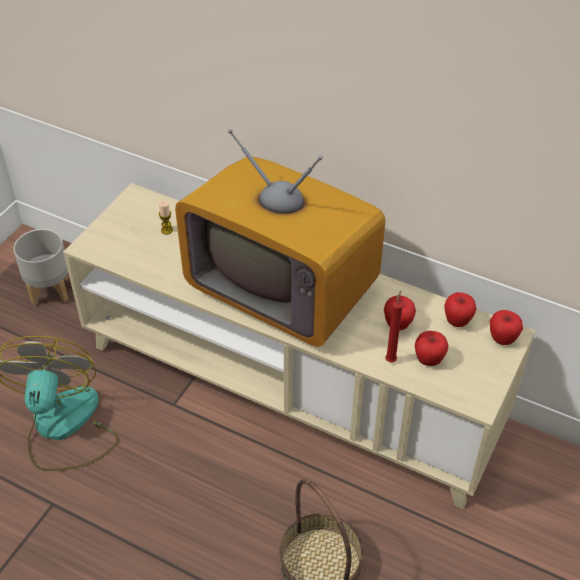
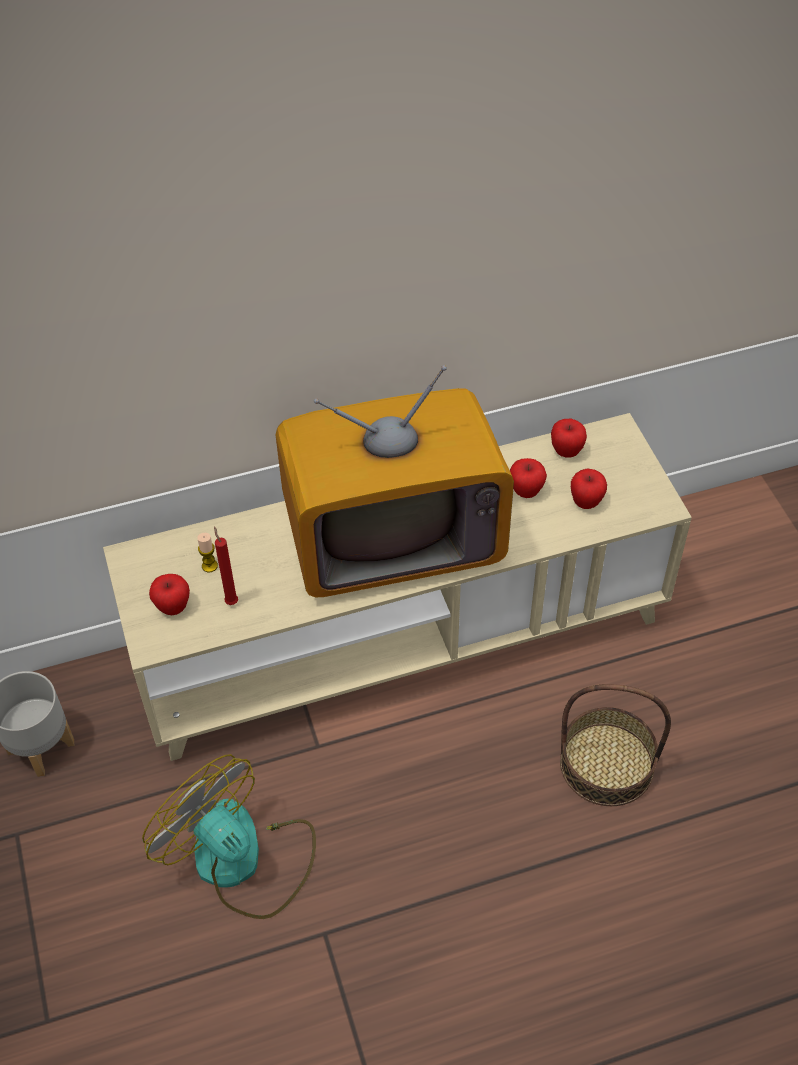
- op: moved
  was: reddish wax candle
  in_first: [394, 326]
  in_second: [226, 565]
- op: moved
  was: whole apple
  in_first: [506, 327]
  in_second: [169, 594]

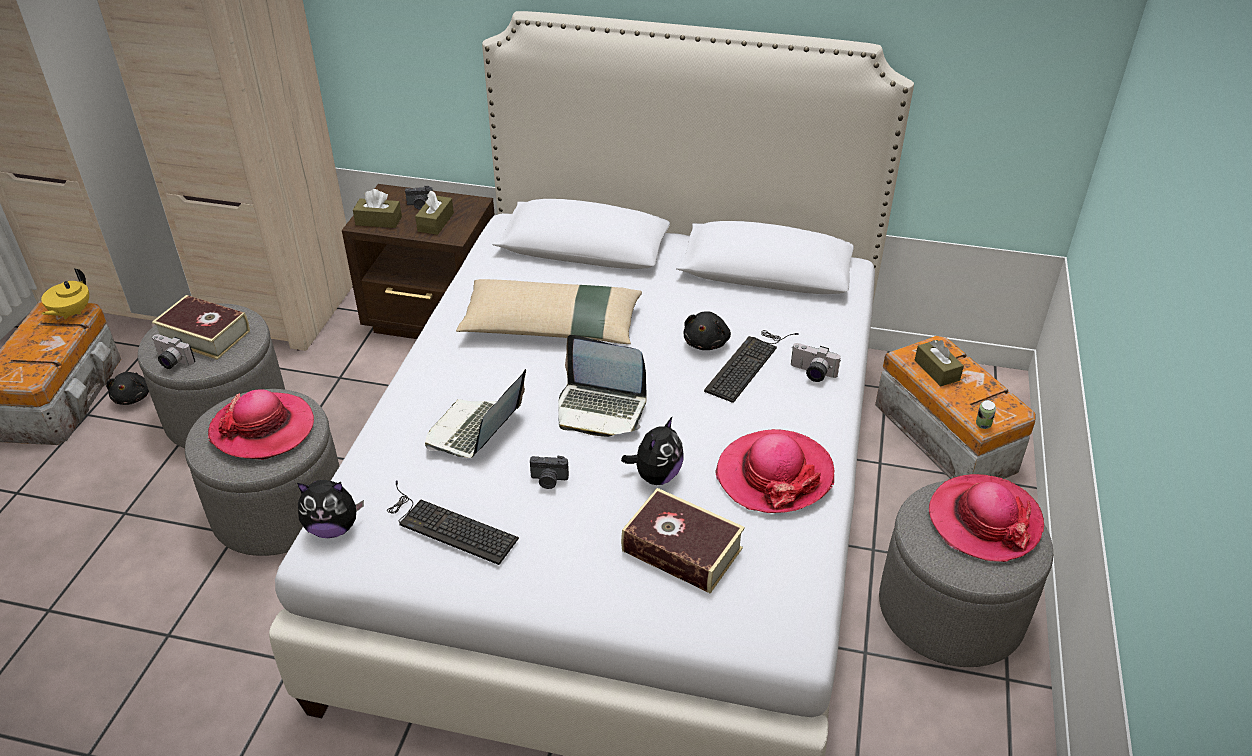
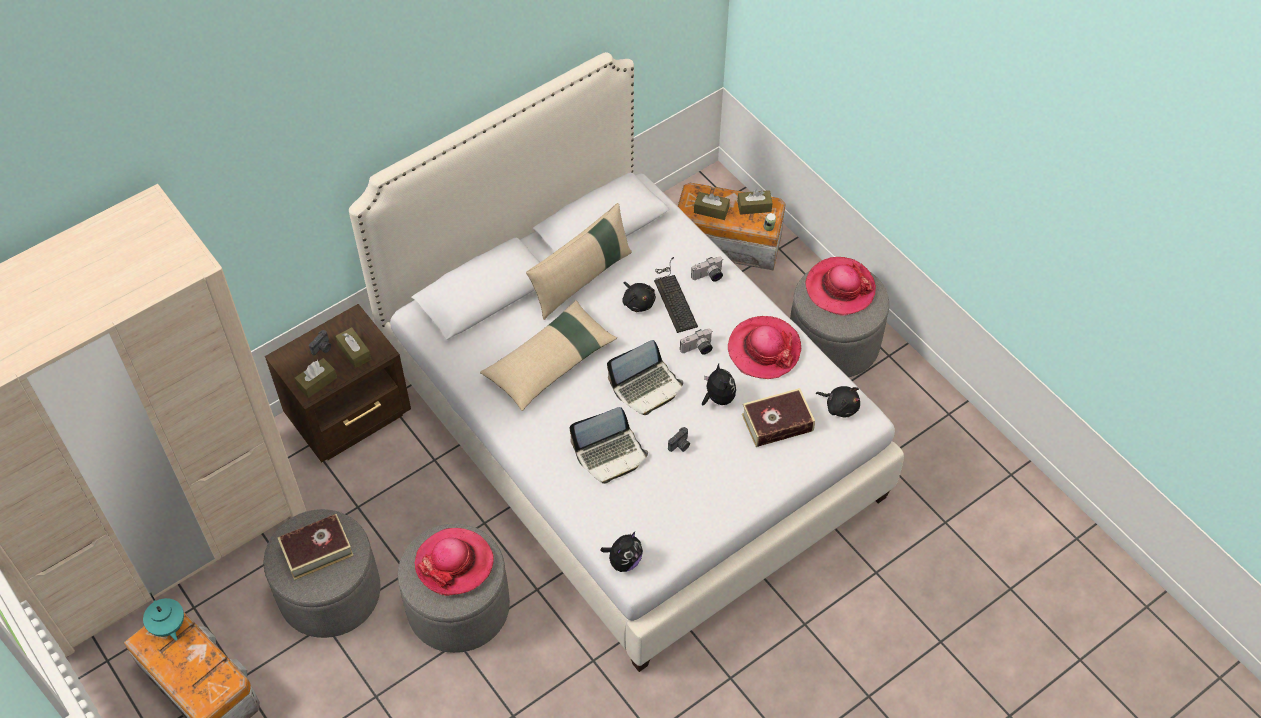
- op: recoloured
  was: yellowish teapot
  now: turquoise-coloured teapot
  in_first: [65, 294]
  in_second: [163, 617]
- op: moved
  was: blackish soft toy
  in_first: [127, 388]
  in_second: [838, 401]
- op: moved
  was: photo camera
  in_first: [173, 351]
  in_second: [696, 342]
- op: removed
  was: computer keyboard
  in_first: [453, 523]
- op: turned
  was: notebook computer
  in_first: [475, 413]
  in_second: [608, 445]
  clockwise: -90
- op: added
  now: sand-coloured throw pillow
  in_second: [579, 261]
- op: added
  now: brown-coloured tissue box
  in_second: [755, 202]

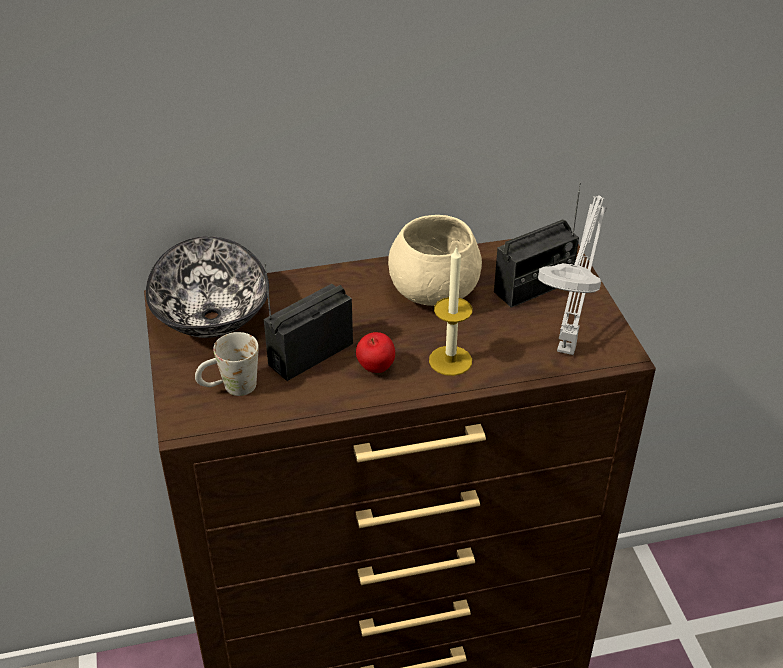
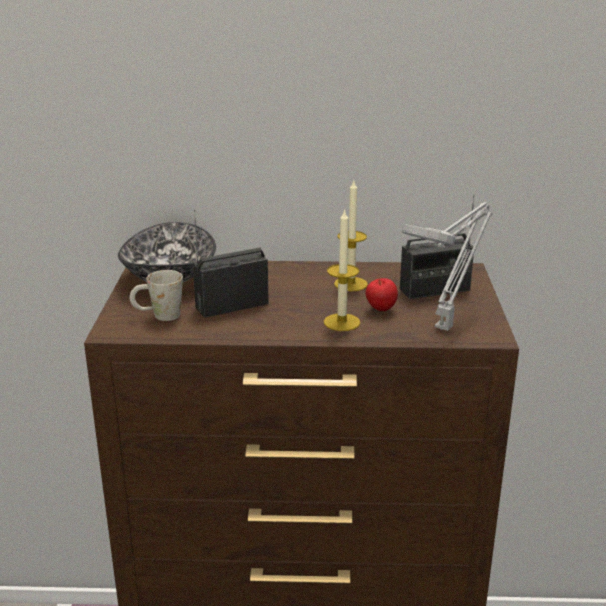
- op: moved
  was: whole apple
  in_first: [375, 352]
  in_second: [381, 294]
- op: replaced
  was: sand-coloured bowl
  now: wax candle
  in_first: [435, 260]
  in_second: [351, 236]

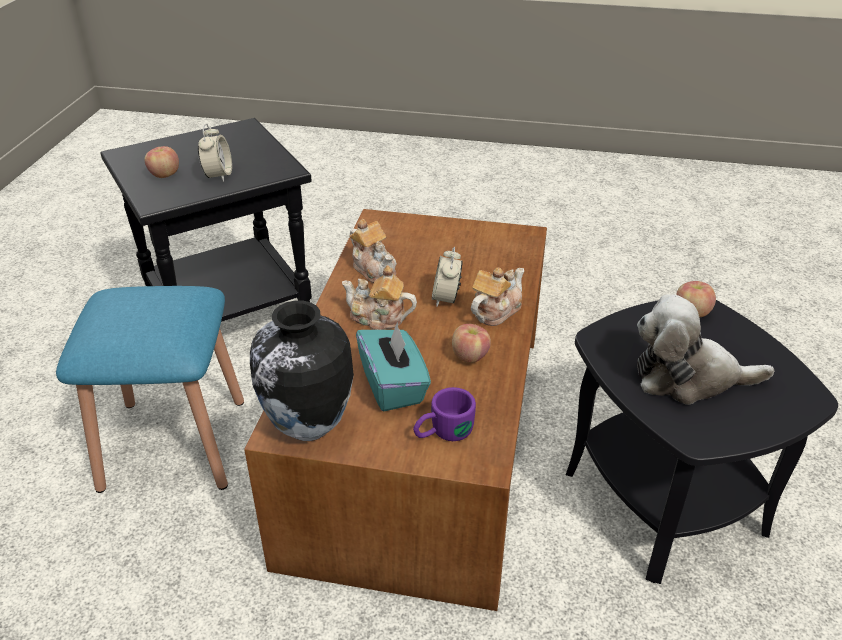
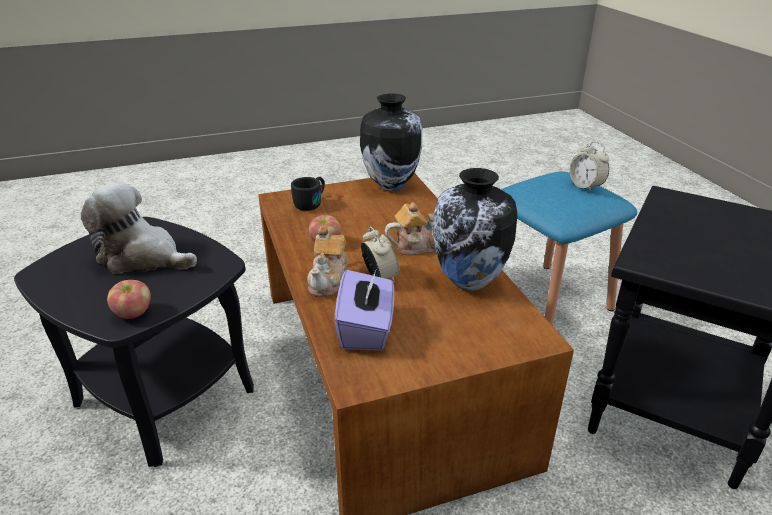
- op: removed
  was: whole apple
  in_first: [162, 162]
- op: moved
  was: bedside clock
  in_first: [215, 153]
  in_second: [589, 166]
- op: replaced
  was: teapot
  now: decorative vase
  in_first: [373, 251]
  in_second: [475, 229]
- op: removed
  was: turquoise-coloured tissue box
  in_first: [393, 367]
- op: recoloured
  was: purplish mug
  now: blackish mug
  in_first: [444, 414]
  in_second: [308, 194]
- op: turned
  was: soft toy
  in_first: [705, 349]
  in_second: [139, 228]
  clockwise: -135
- op: added
  now: purplish tissue box
  in_second: [364, 310]

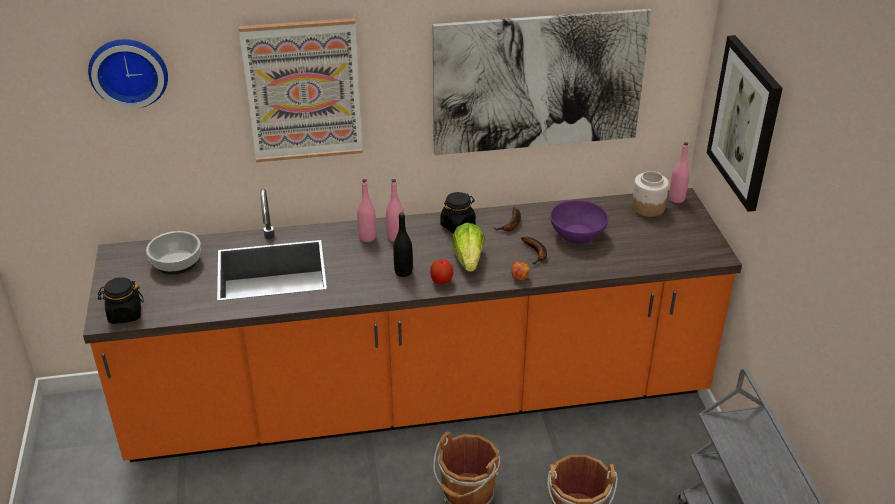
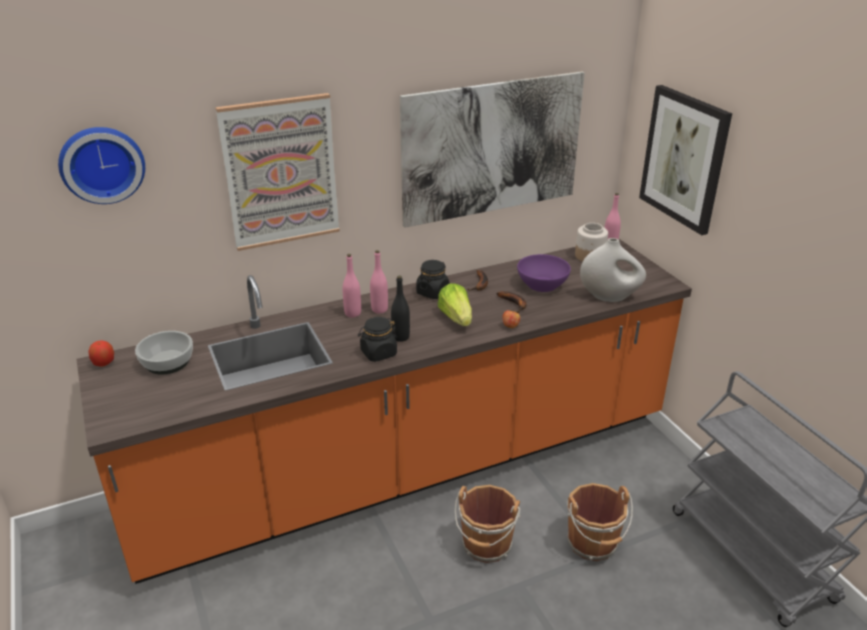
- op: moved
  was: blackish storage jar
  in_first: [121, 300]
  in_second: [377, 339]
- op: moved
  was: whole apple
  in_first: [442, 272]
  in_second: [101, 353]
- op: added
  now: white decorative vase
  in_second: [613, 270]

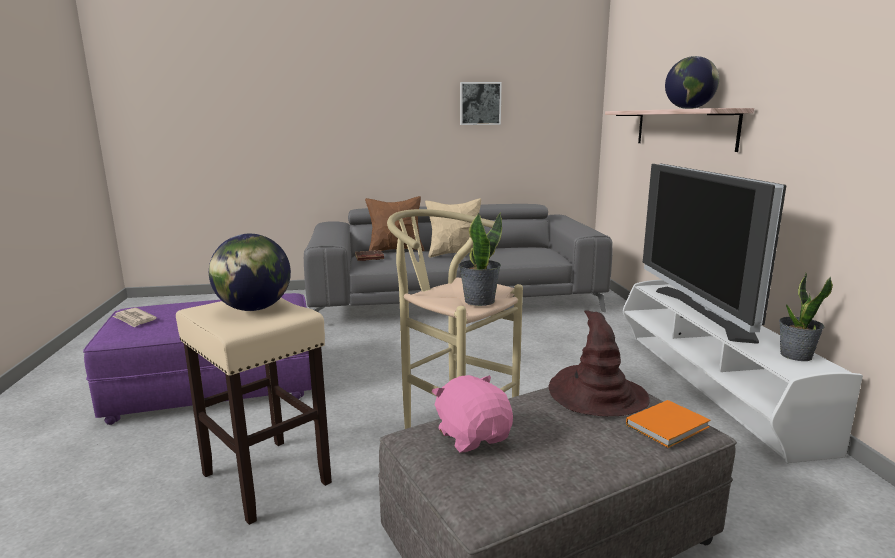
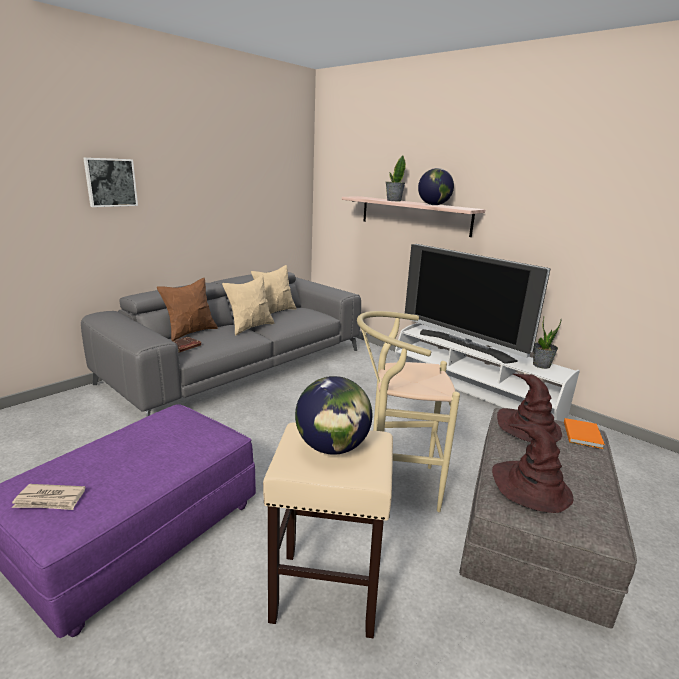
- op: replaced
  was: pink-coloured soft toy
  now: brown-coloured wearable hat
  in_first: [472, 413]
  in_second: [532, 468]
- op: moved
  was: houseplant
  in_first: [480, 259]
  in_second: [396, 178]
- op: moved
  was: wall picture
  in_first: [481, 103]
  in_second: [110, 182]
- op: added
  now: sand-coloured throw pillow
  in_second: [274, 289]

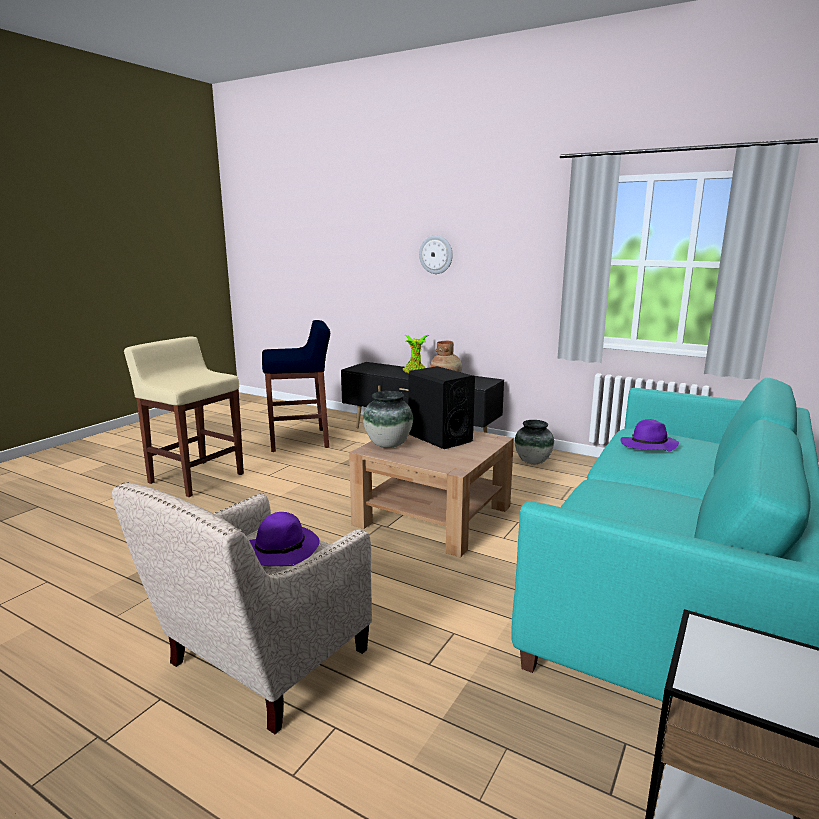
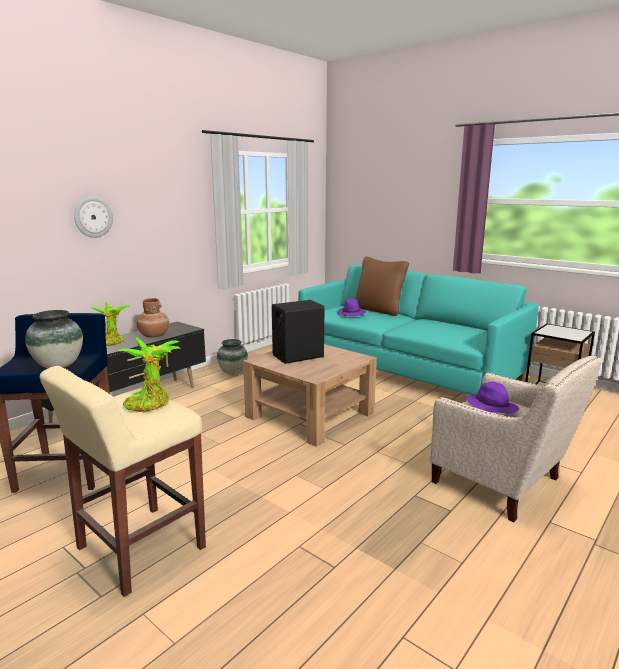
- op: moved
  was: decorative vase
  in_first: [388, 419]
  in_second: [54, 339]
- op: added
  now: houseplant
  in_second: [149, 374]
- op: added
  now: brown-coloured throw pillow
  in_second: [381, 286]

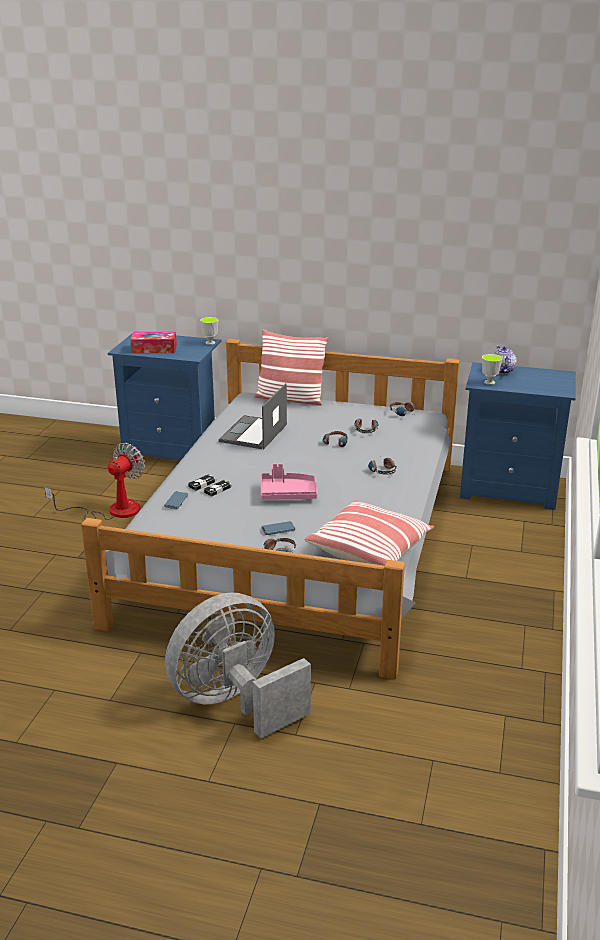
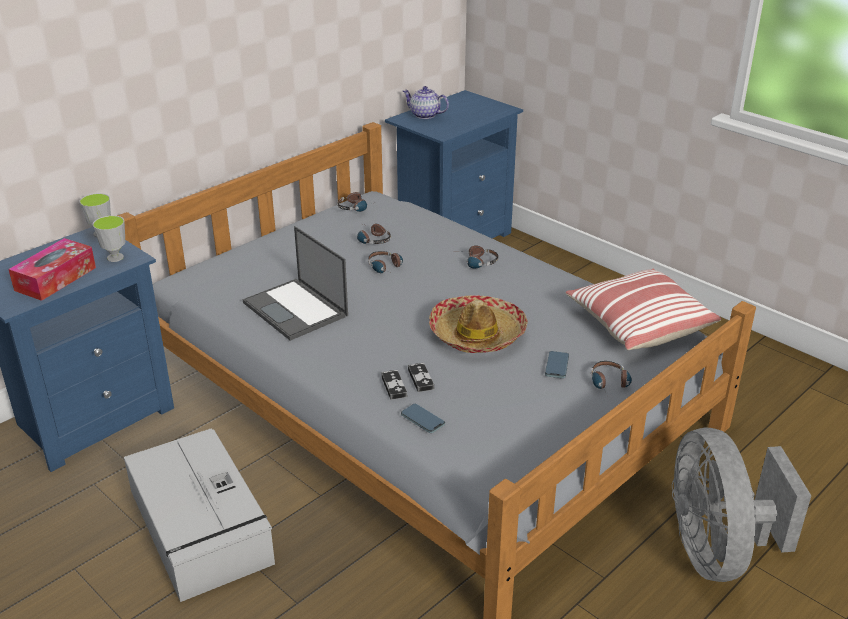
- op: replaced
  was: fan
  now: grey storage box
  in_first: [95, 481]
  in_second: [199, 515]
- op: removed
  was: throw pillow
  in_first: [291, 367]
- op: replaced
  was: pink-coloured carrying tray
  now: wearable hat
  in_first: [289, 482]
  in_second: [478, 324]
- op: moved
  was: small cup
  in_first: [492, 369]
  in_second: [109, 238]

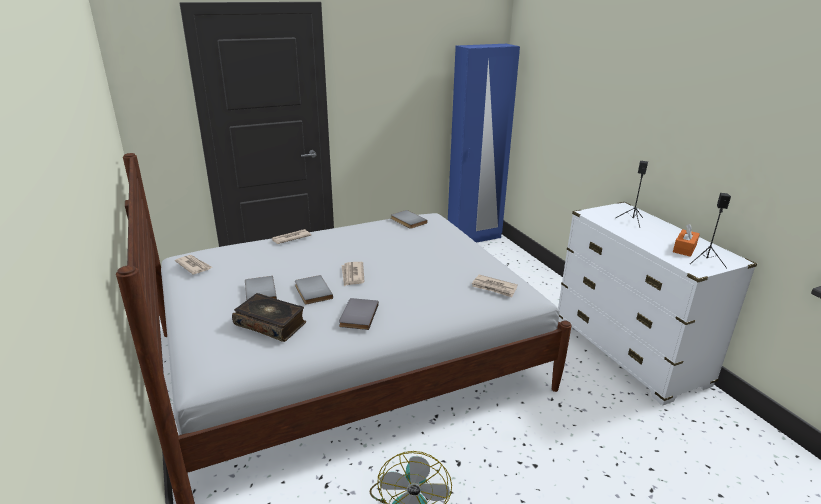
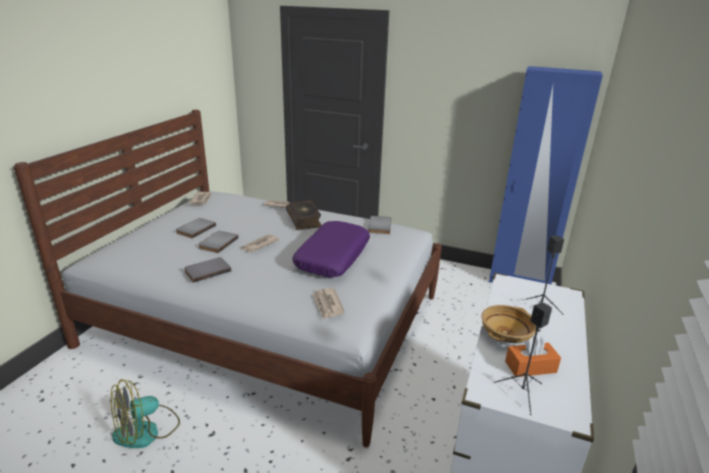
- op: moved
  was: book
  in_first: [269, 317]
  in_second: [304, 215]
- op: added
  now: purplish throw pillow
  in_second: [331, 249]
- op: added
  now: sand-coloured bowl
  in_second: [508, 324]

